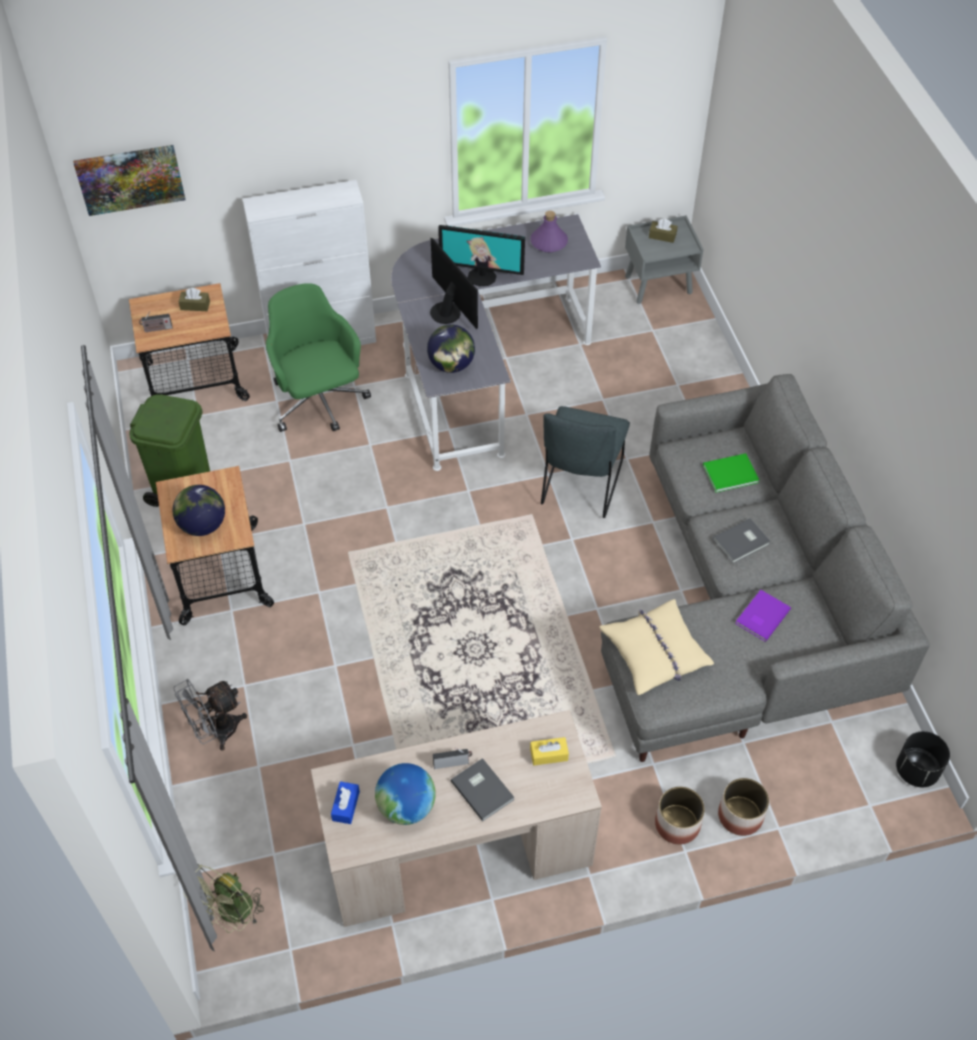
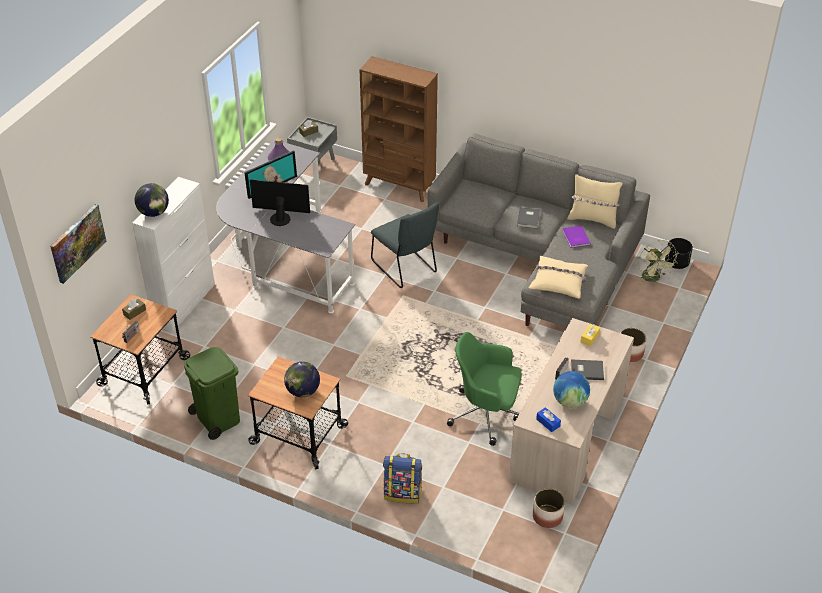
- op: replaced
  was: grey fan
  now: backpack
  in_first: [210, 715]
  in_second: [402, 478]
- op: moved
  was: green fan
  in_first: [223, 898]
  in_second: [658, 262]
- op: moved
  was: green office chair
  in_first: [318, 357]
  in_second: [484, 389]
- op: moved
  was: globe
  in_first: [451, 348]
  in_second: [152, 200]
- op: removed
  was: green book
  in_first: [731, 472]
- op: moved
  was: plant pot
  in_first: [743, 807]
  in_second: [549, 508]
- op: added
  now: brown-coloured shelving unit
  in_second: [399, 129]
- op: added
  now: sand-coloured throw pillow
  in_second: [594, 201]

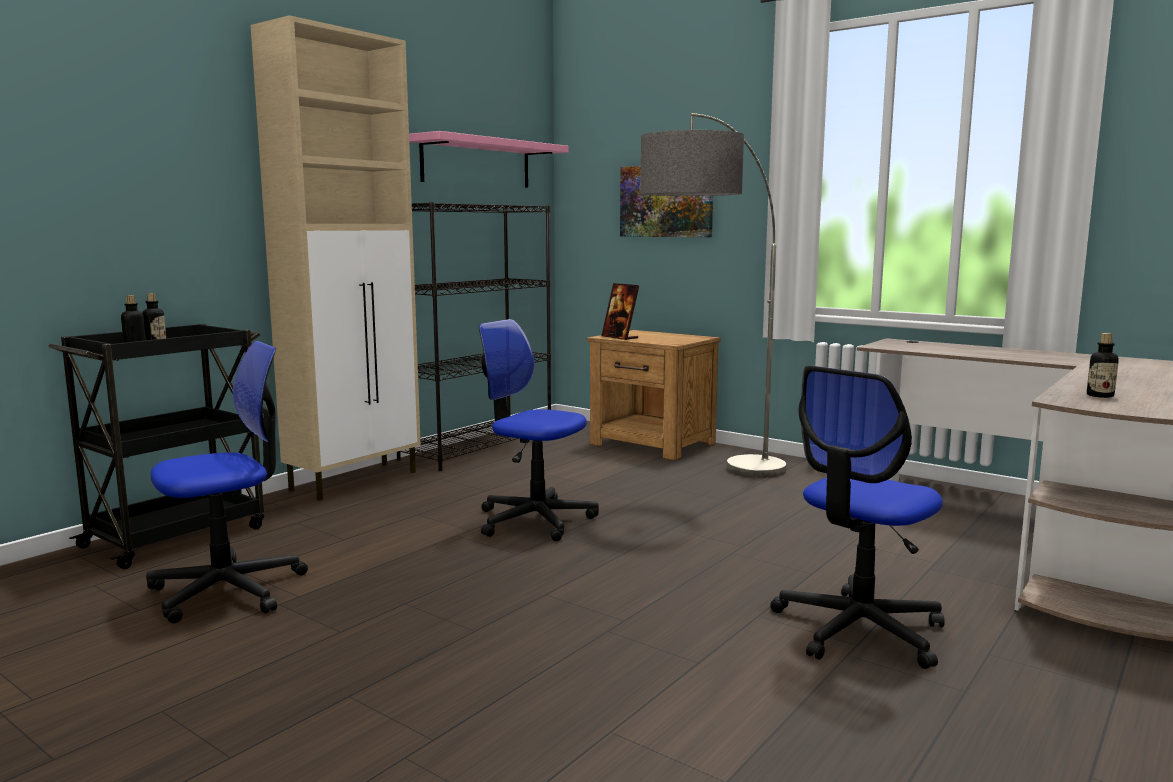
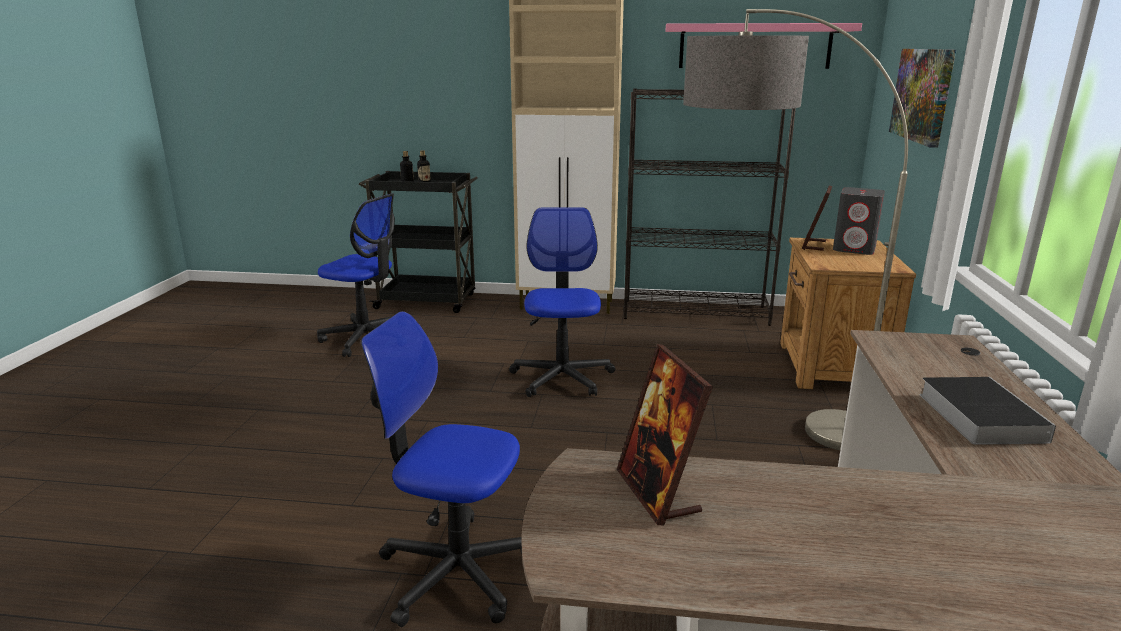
- op: replaced
  was: drink bottle
  now: standing frame
  in_first: [1103, 365]
  in_second: [665, 434]
- op: added
  now: grey audio speaker
  in_second: [859, 221]
- op: added
  now: book
  in_second: [987, 411]

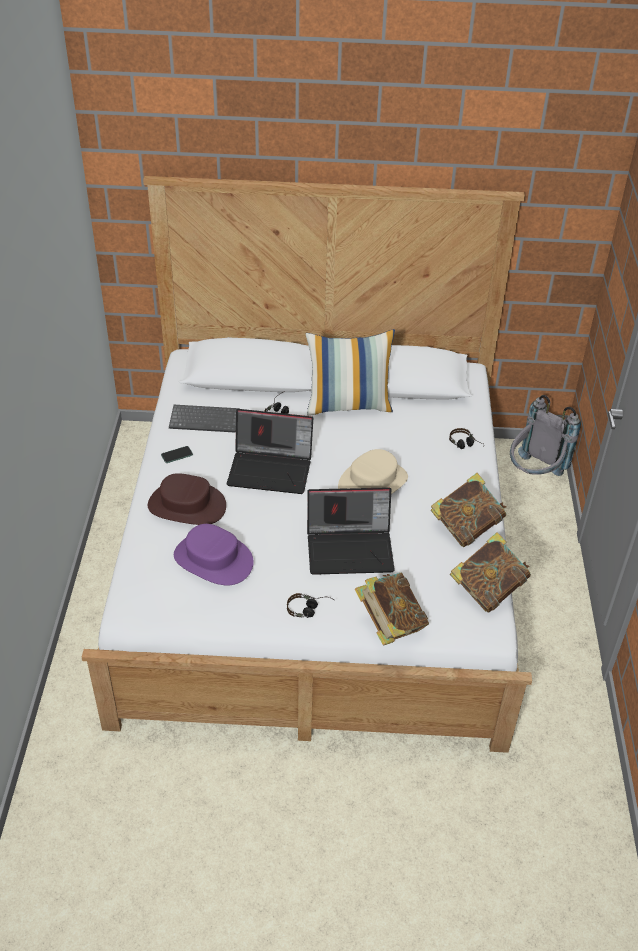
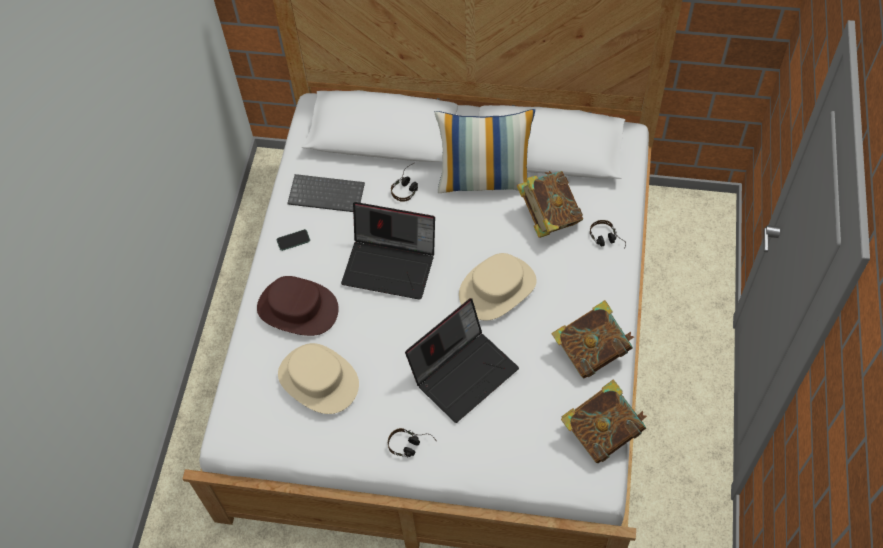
- op: recoloured
  was: purplish wearable hat
  now: sand-coloured wearable hat
  in_first: [214, 554]
  in_second: [318, 378]
- op: turned
  was: notebook computer
  in_first: [351, 531]
  in_second: [462, 360]
  clockwise: -45
- op: moved
  was: book
  in_first: [392, 609]
  in_second: [550, 204]
- op: removed
  was: grey backpack
  in_first: [545, 435]

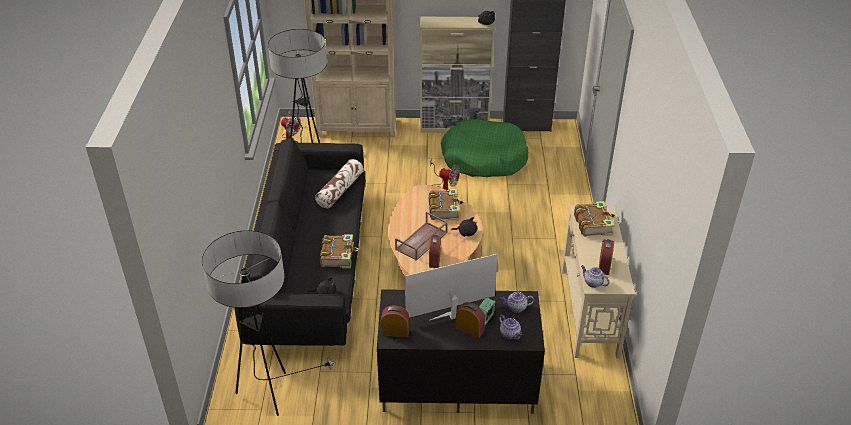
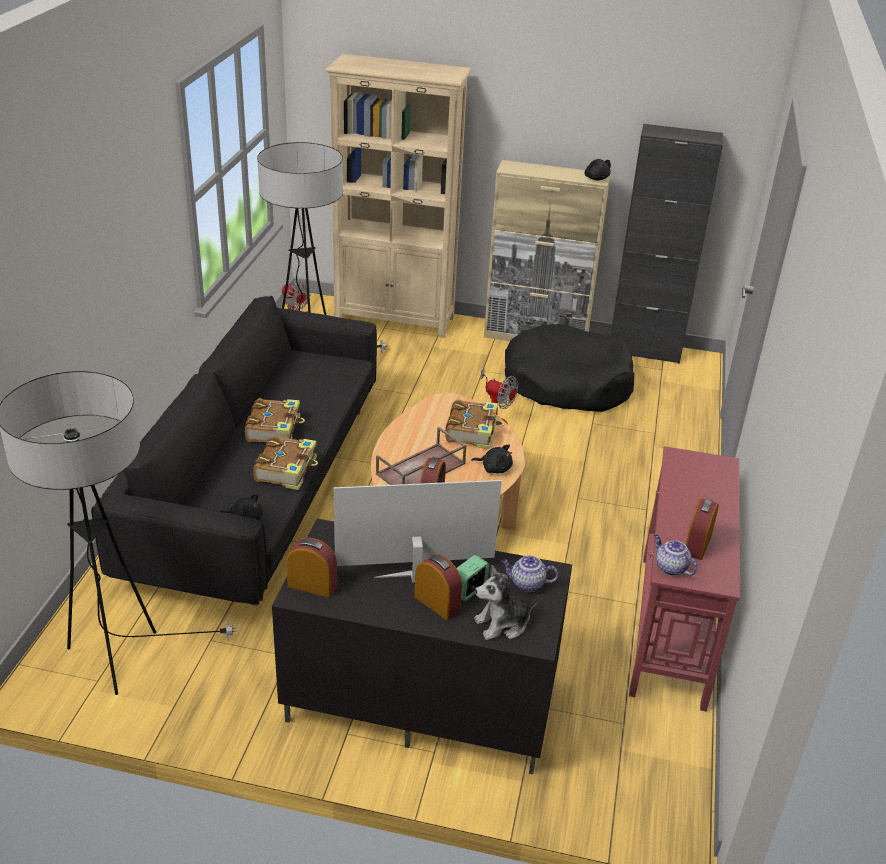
- op: removed
  was: throw pillow
  in_first: [339, 183]
- op: recoloured
  was: green dog bed
  now: blackish dog bed
  in_first: [484, 148]
  in_second: [569, 368]
- op: replaced
  was: teapot
  now: soft toy
  in_first: [511, 327]
  in_second: [506, 602]
- op: recoloured
  was: sand-coloured console table
  now: reddish console table
  in_first: [598, 282]
  in_second: [684, 579]
- op: moved
  was: book
  in_first: [595, 219]
  in_second: [275, 420]

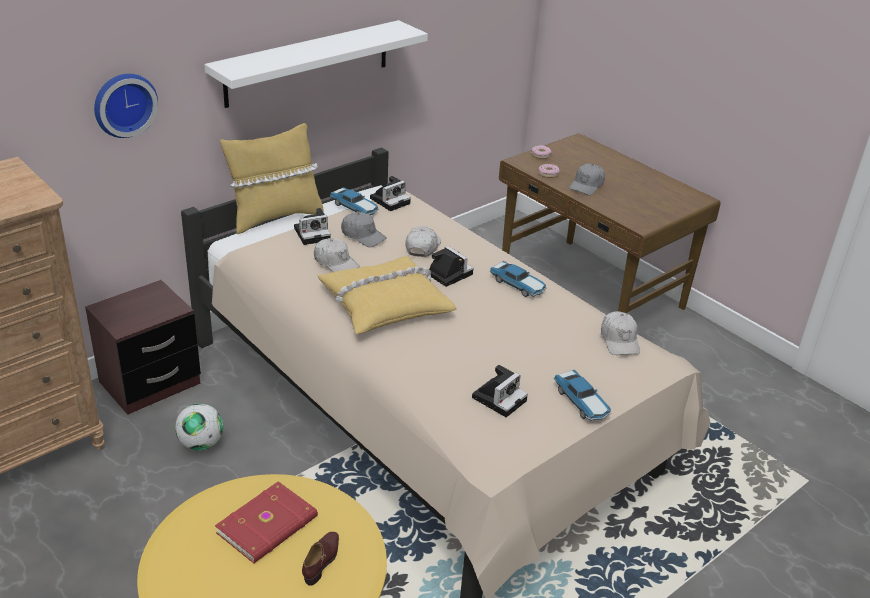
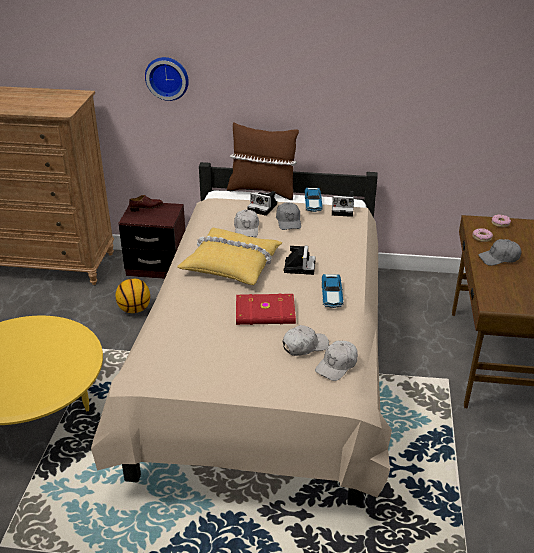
- op: replaced
  was: ball for football
  now: basketball
  in_first: [199, 427]
  in_second: [133, 296]
- op: removed
  was: white shelf
  in_first: [316, 64]
- op: moved
  was: reddish book
  in_first: [266, 522]
  in_second: [266, 309]
- op: recoloured
  was: yellowish throw pillow
  now: brown-coloured throw pillow
  in_first: [271, 178]
  in_second: [263, 161]
- op: moved
  was: brown-coloured low shoe
  in_first: [320, 559]
  in_second: [146, 203]
- op: moved
  was: white cap
  in_first: [423, 241]
  in_second: [305, 340]
- op: removed
  was: photo camera
  in_first: [500, 391]
- op: removed
  was: toy car
  in_first: [582, 395]

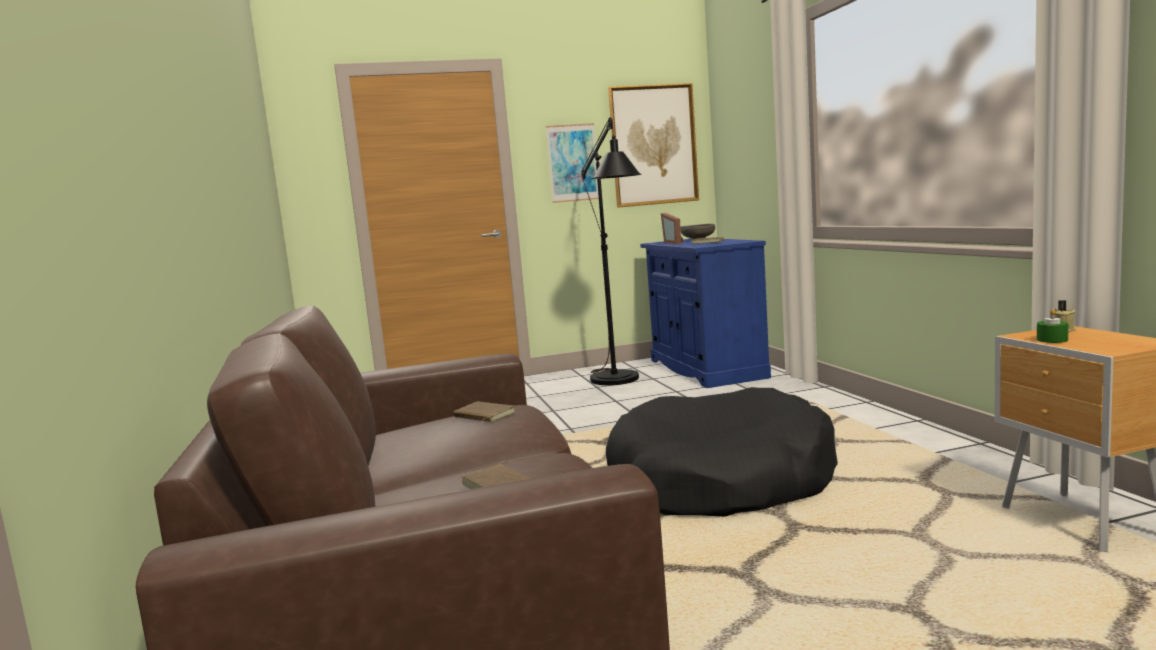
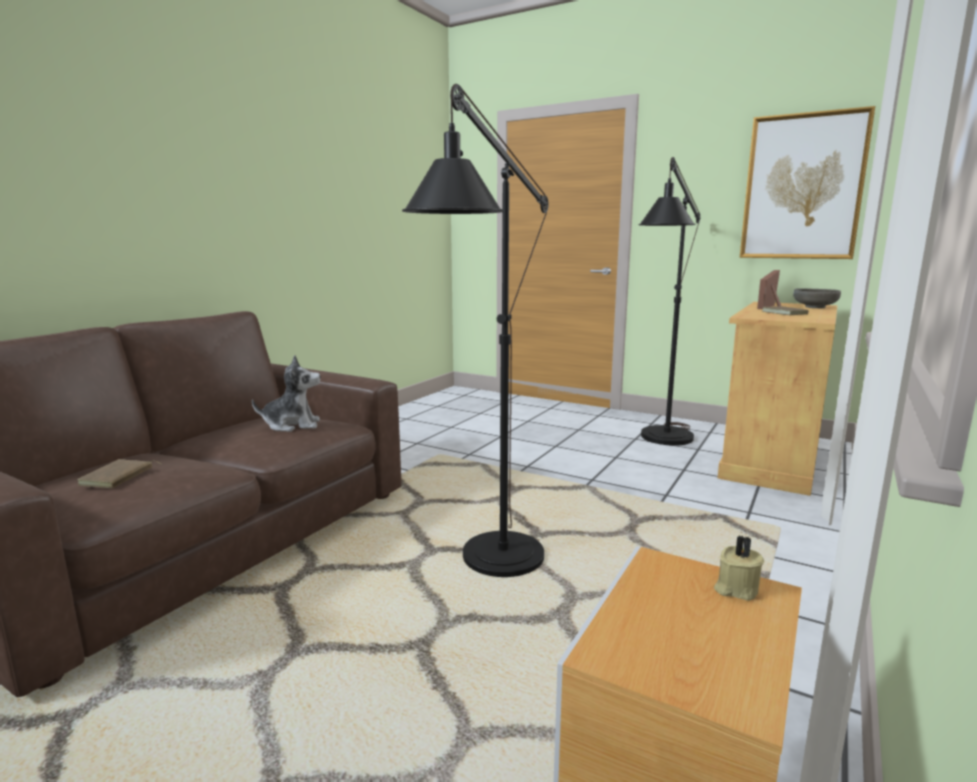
- op: replaced
  was: brown-coloured book
  now: soft toy
  in_first: [484, 412]
  in_second: [286, 394]
- op: removed
  was: wall picture
  in_first: [572, 163]
- op: replaced
  was: blackish dog bed
  now: blackish floor lamp
  in_first: [722, 452]
  in_second: [475, 330]
- op: recoloured
  was: blue-coloured cabinet
  now: sand-coloured cabinet
  in_first: [705, 313]
  in_second: [777, 399]
- op: removed
  was: green wax candle
  in_first: [1052, 326]

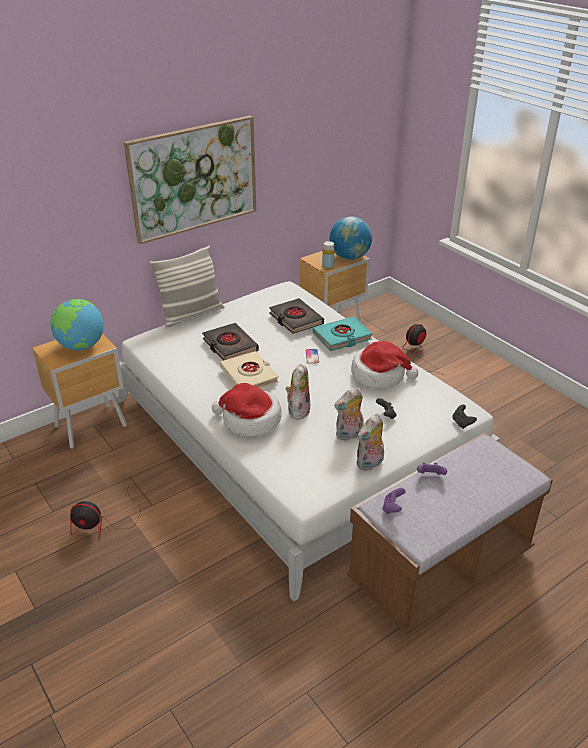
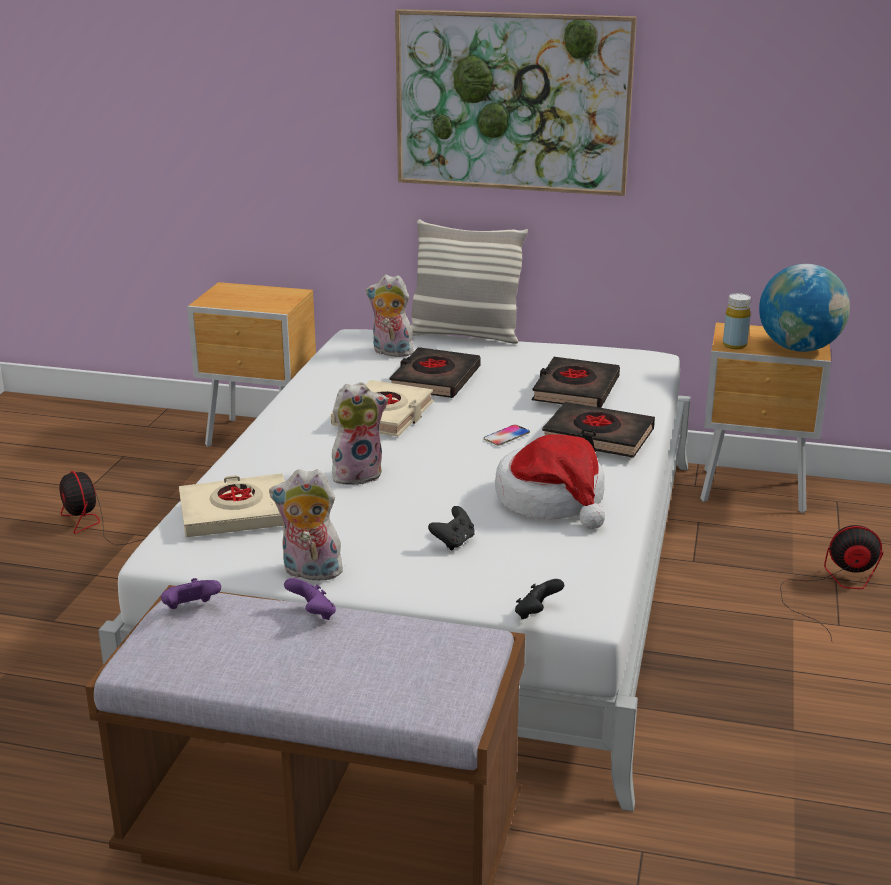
- op: removed
  was: globe
  in_first: [77, 324]
- op: removed
  was: wearable hat
  in_first: [247, 410]
- op: recoloured
  was: turquoise-coloured book
  now: blackish book
  in_first: [342, 334]
  in_second: [598, 430]
- op: moved
  was: soft toy
  in_first: [349, 414]
  in_second: [391, 316]
- op: added
  now: sand-coloured book
  in_second: [232, 505]

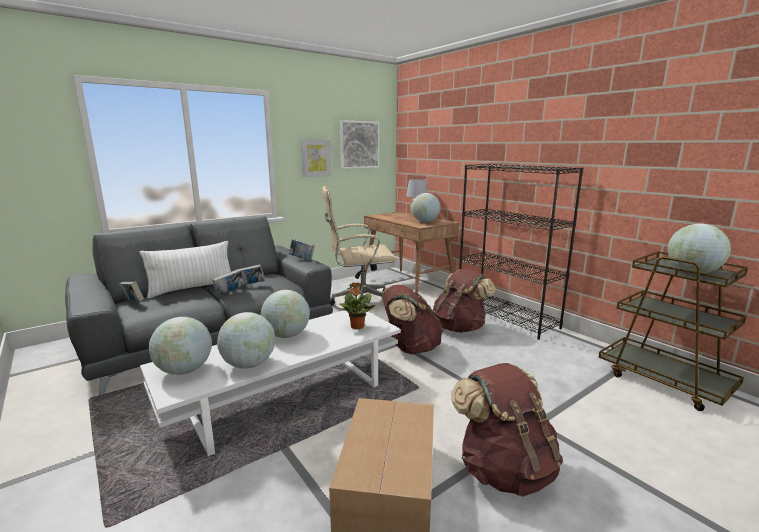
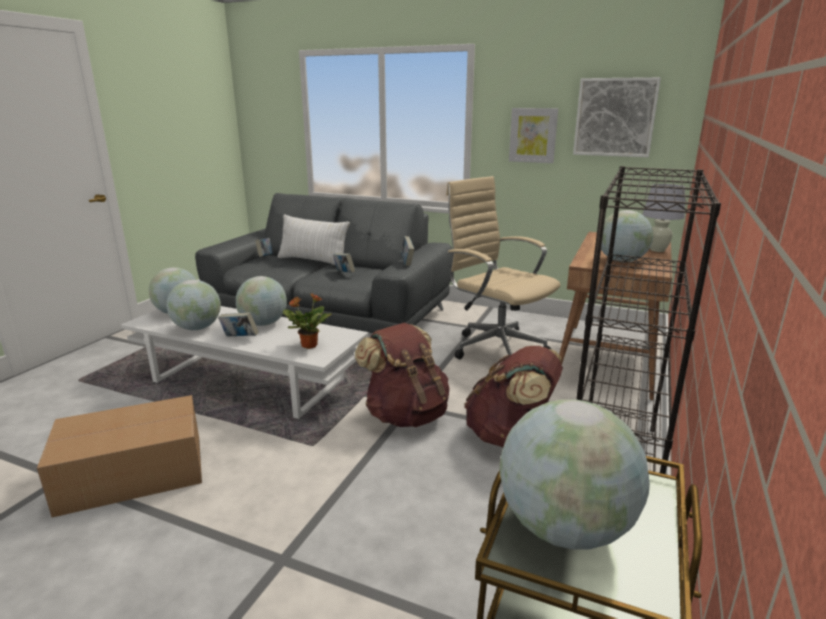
- op: moved
  was: book
  in_first: [228, 282]
  in_second: [238, 324]
- op: removed
  was: brown-coloured backpack
  in_first: [507, 430]

